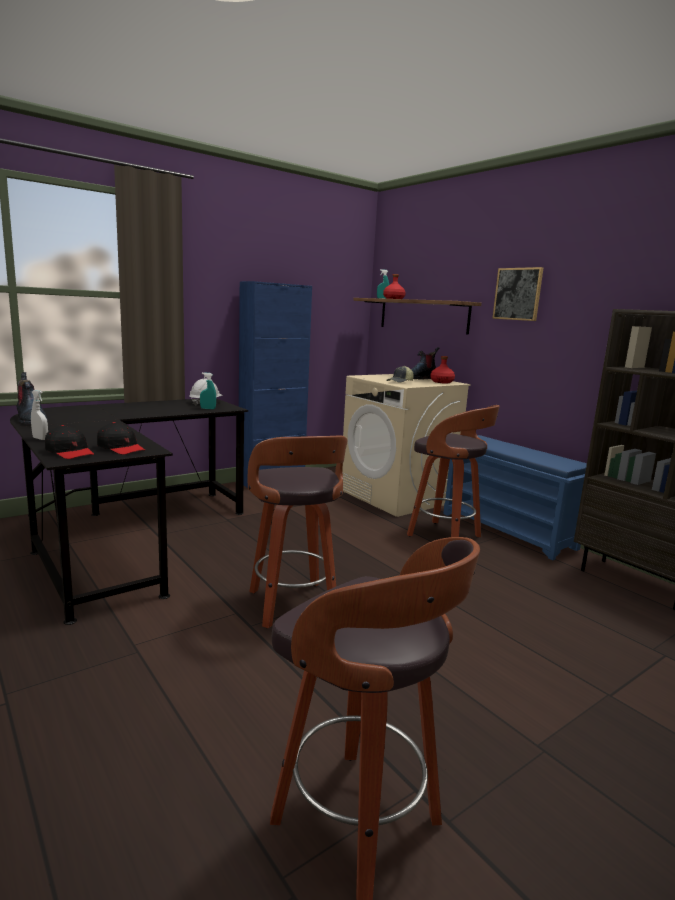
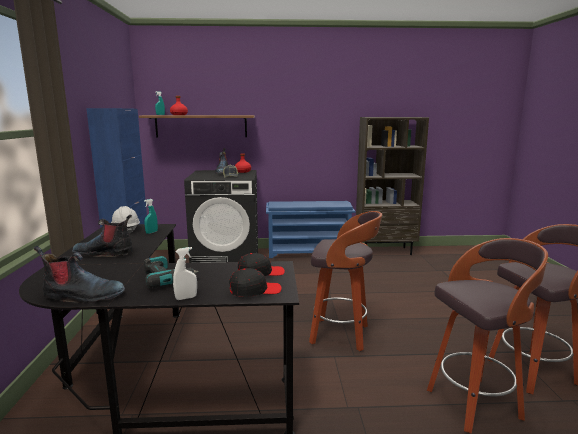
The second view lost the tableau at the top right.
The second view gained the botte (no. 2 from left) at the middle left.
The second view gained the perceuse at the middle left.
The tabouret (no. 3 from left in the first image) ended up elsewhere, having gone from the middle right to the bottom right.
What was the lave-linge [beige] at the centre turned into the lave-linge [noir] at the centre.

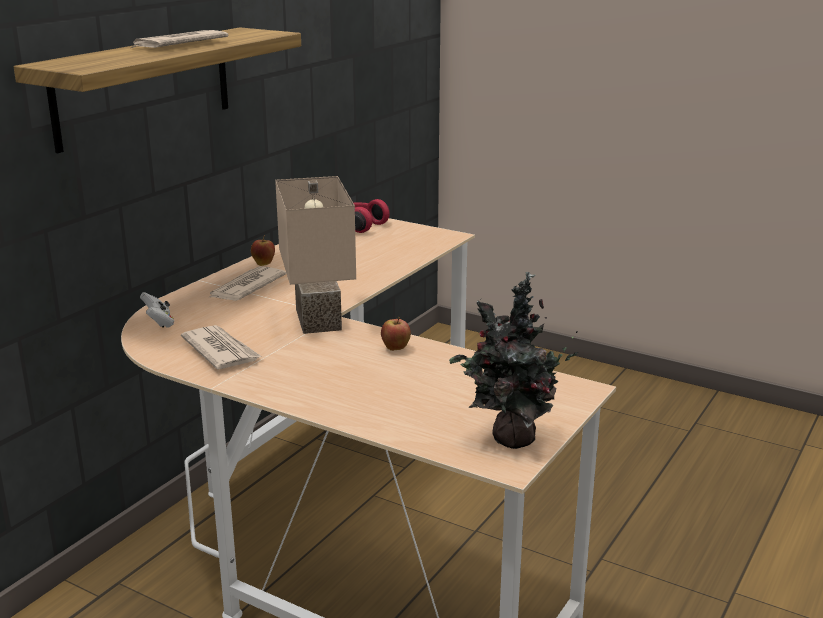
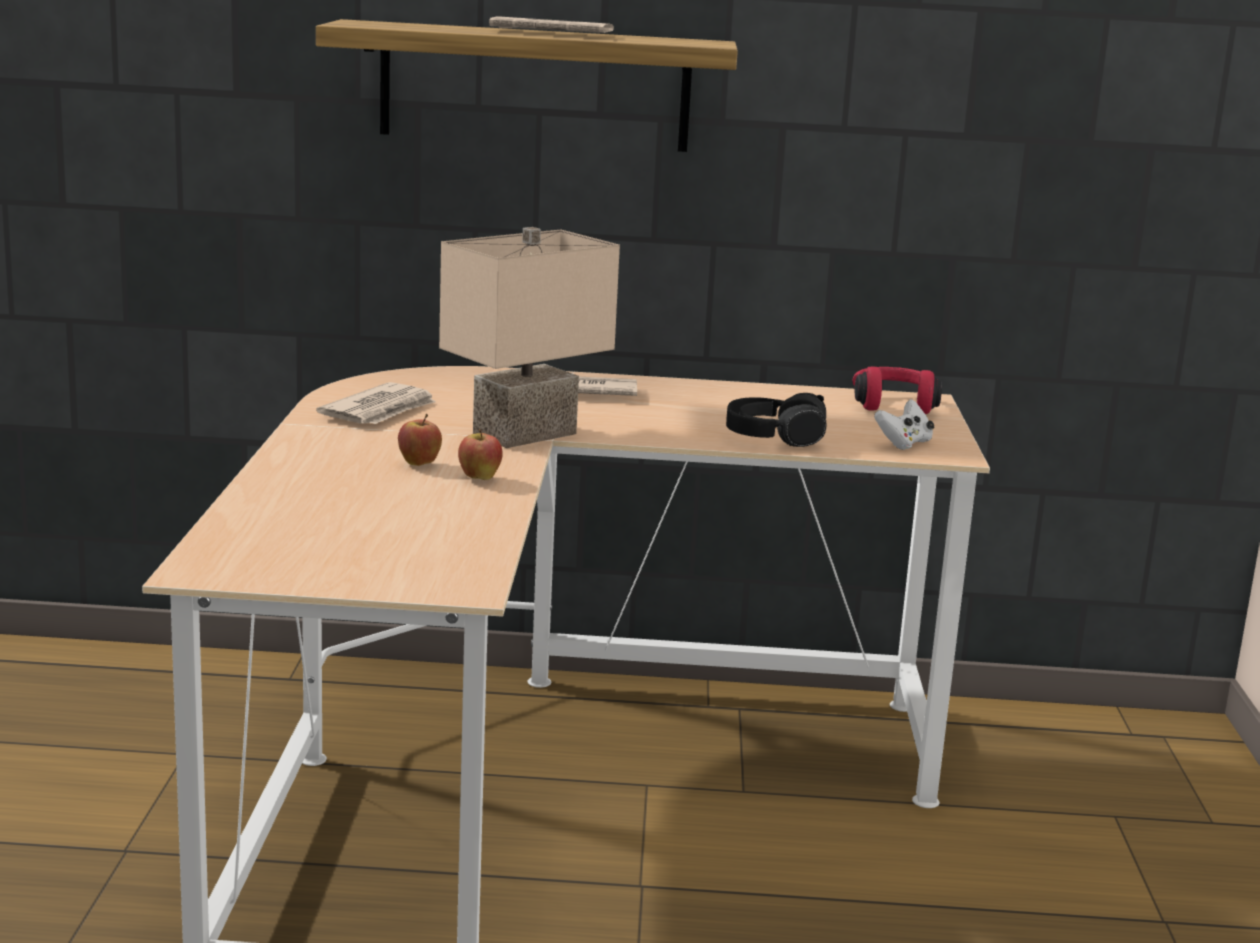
The second view lost the plante en pot at the centre.
The second view gained the casque audio [noir] at the centre.
The manette [blanc] ended up elsewhere, having gone from the middle left to the middle right.
The pomme (no. 1 from left) ended up elsewhere, having gone from the middle left to the centre.

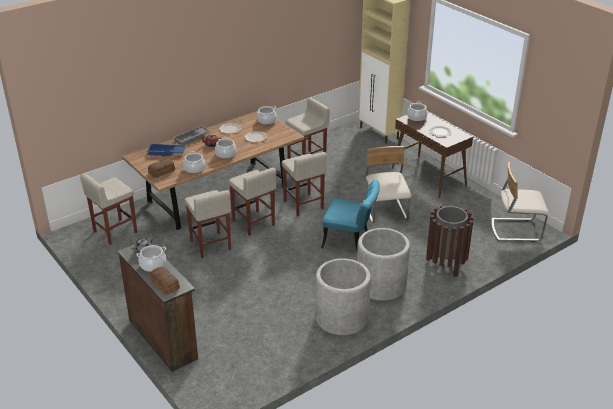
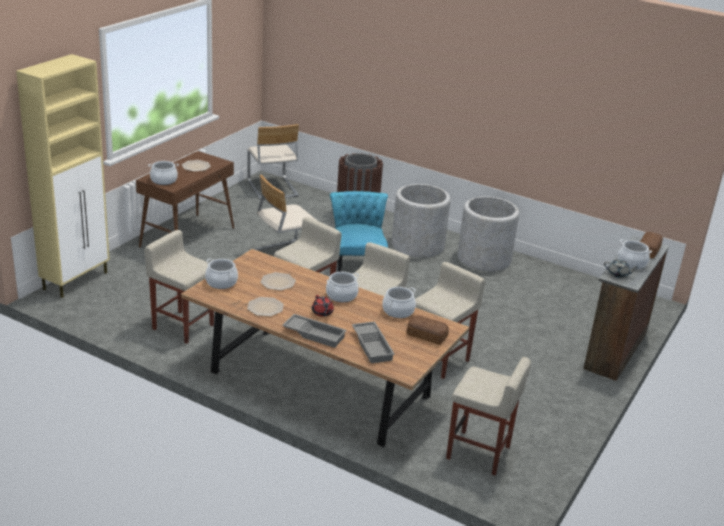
What was the plateau [bleu] at the middle left turned into the plateau [gris] (no. 2 from left) at the centre.

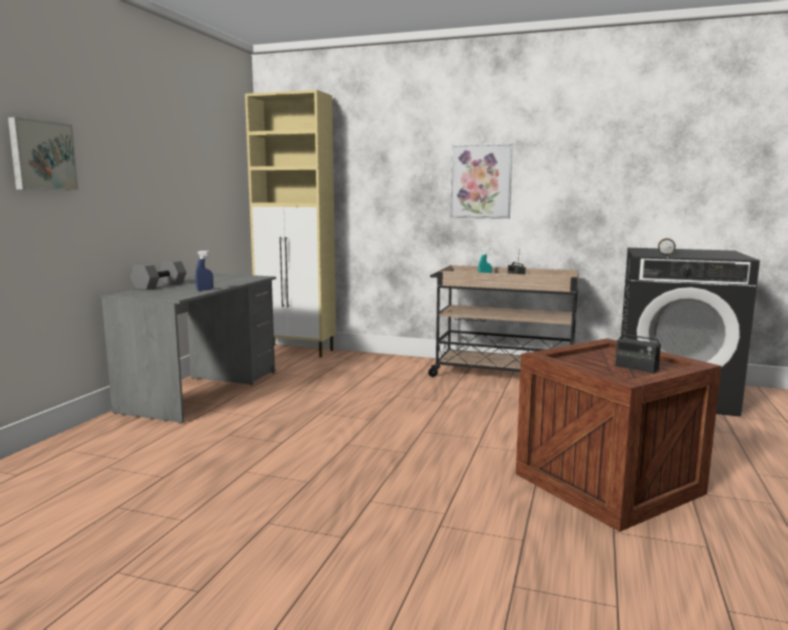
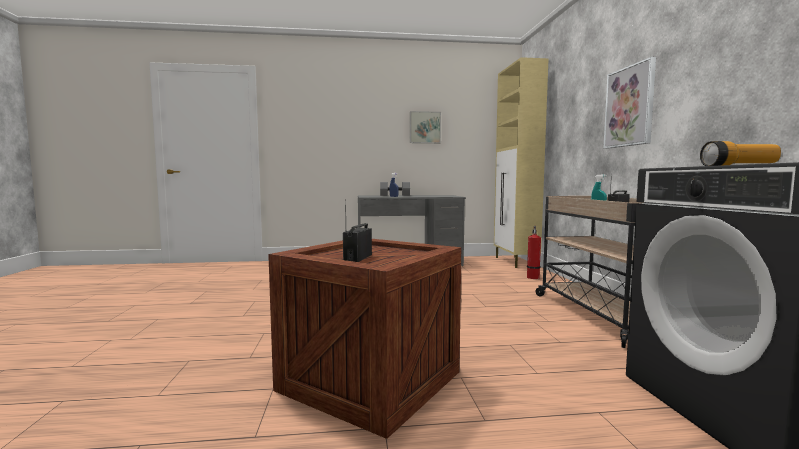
The second view gained the extincteur at the middle right.
The tableau (no. 1 from left) ended up elsewhere, having gone from the top left to the top centre.

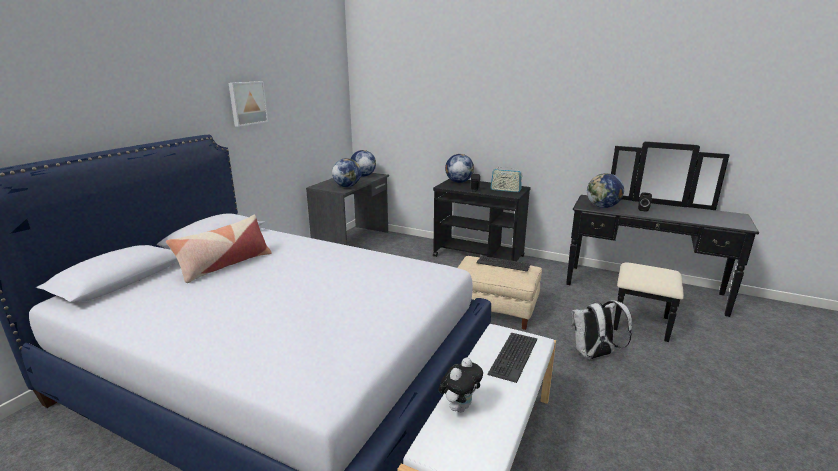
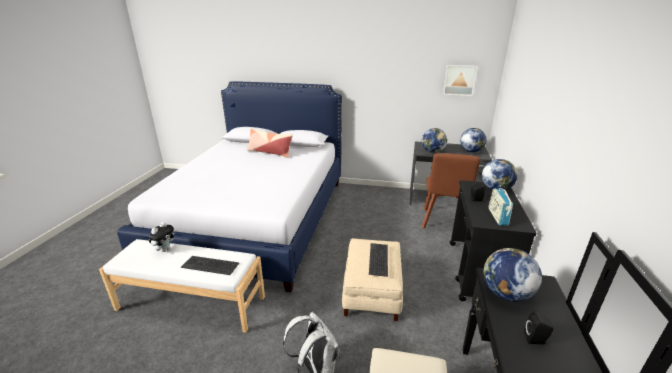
The second view gained the chaise [marron] at the middle right.
The tableau ended up elsewhere, having gone from the top left to the top right.
The peluche at the bottom centre ended up facing another way, 90 degrees counterclockwise from before.

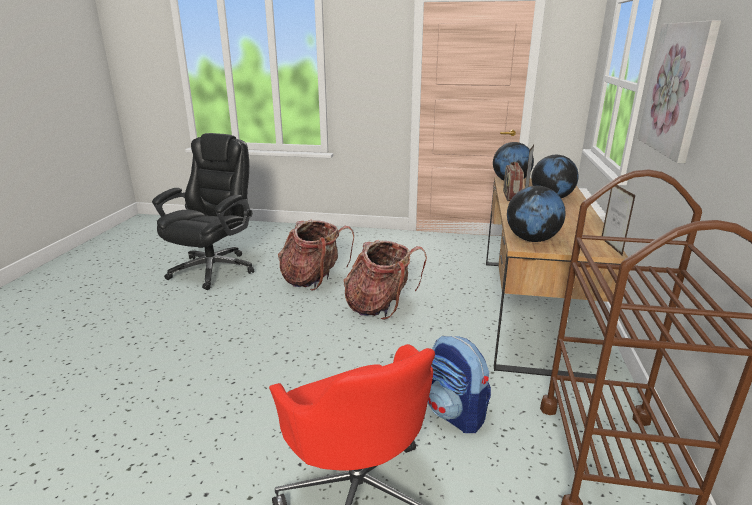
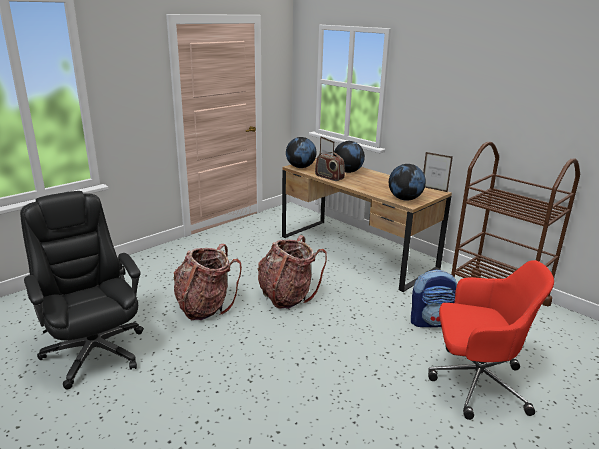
The second view lost the tableau at the top right.

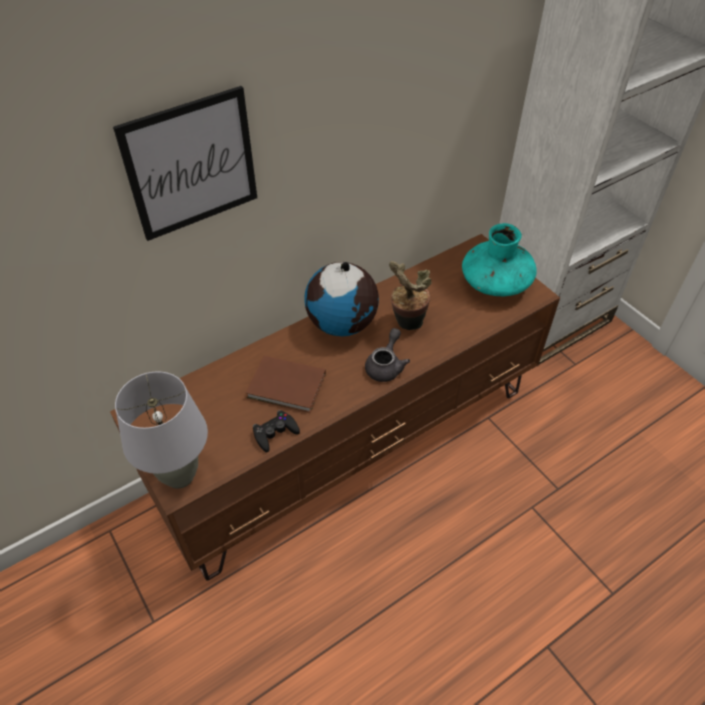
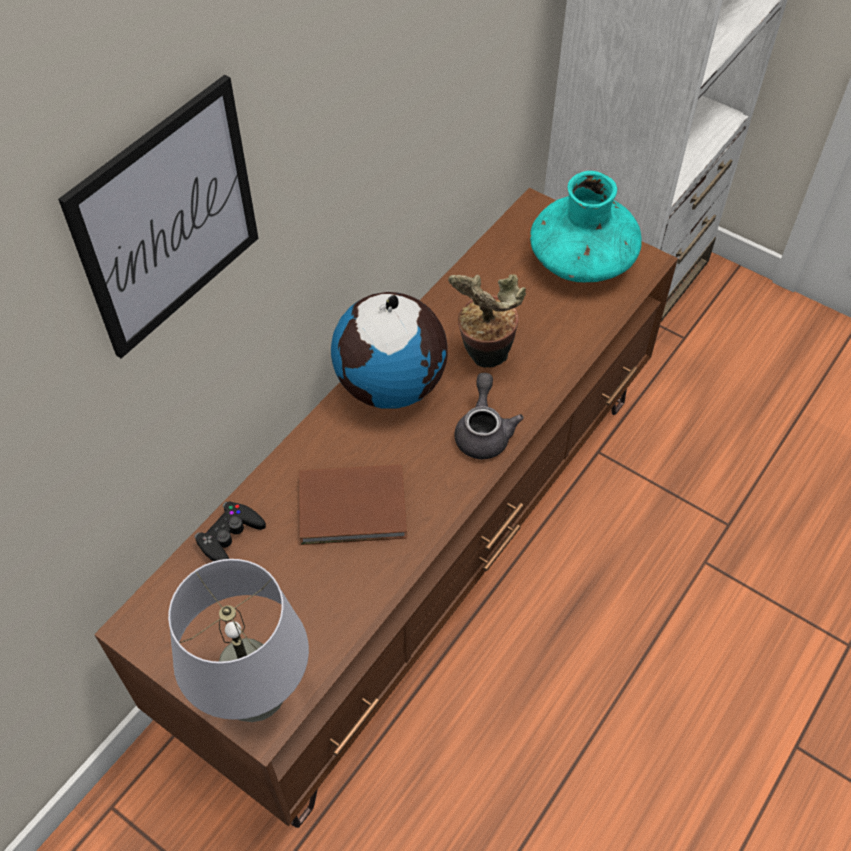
The manette [noir] ended up elsewhere, having gone from the centre to the middle left.

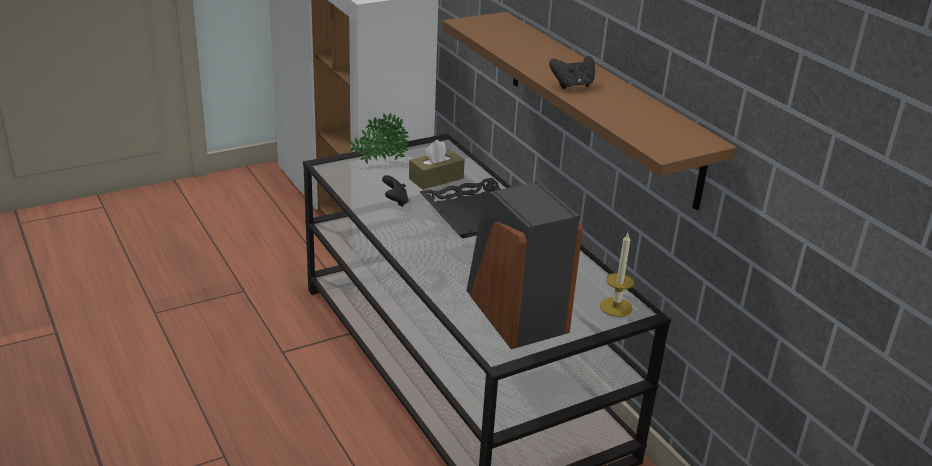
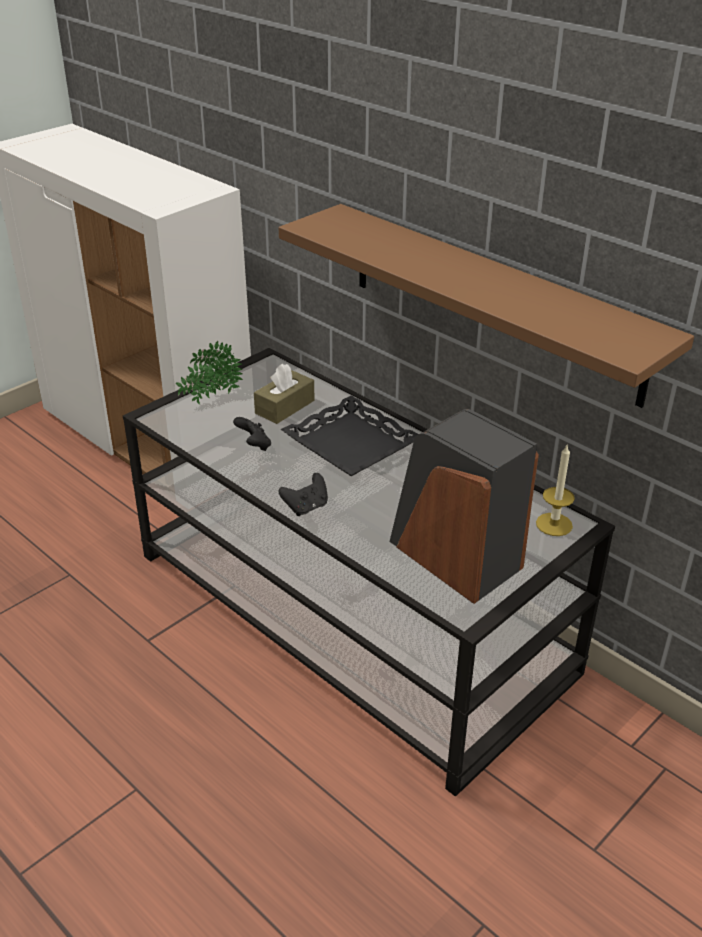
The manette [noir] (no. 2 from left) ended up elsewhere, having gone from the top centre to the centre.

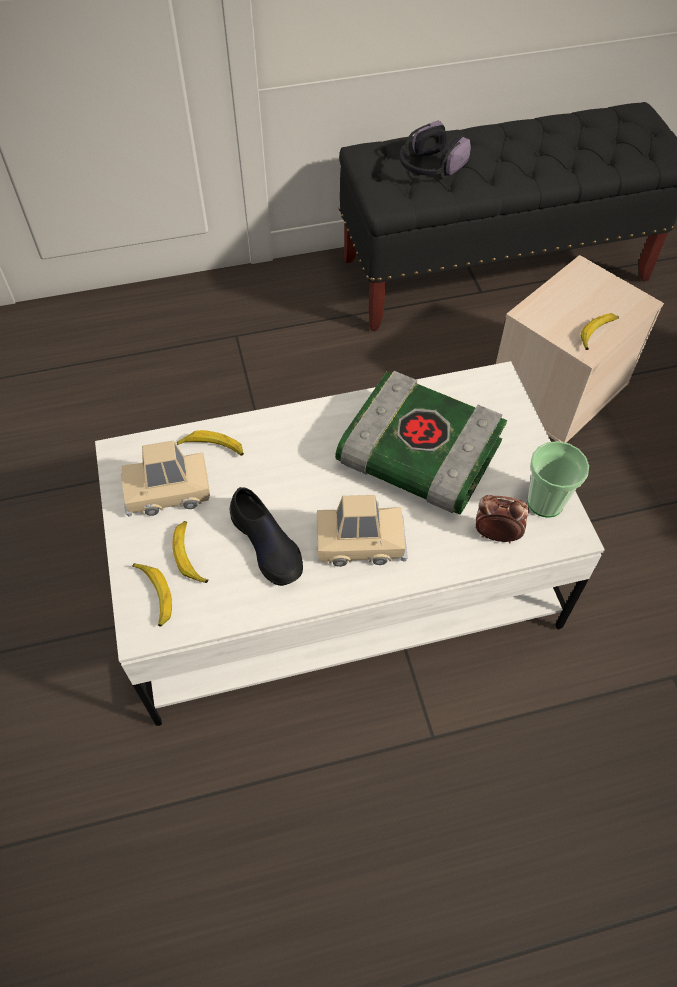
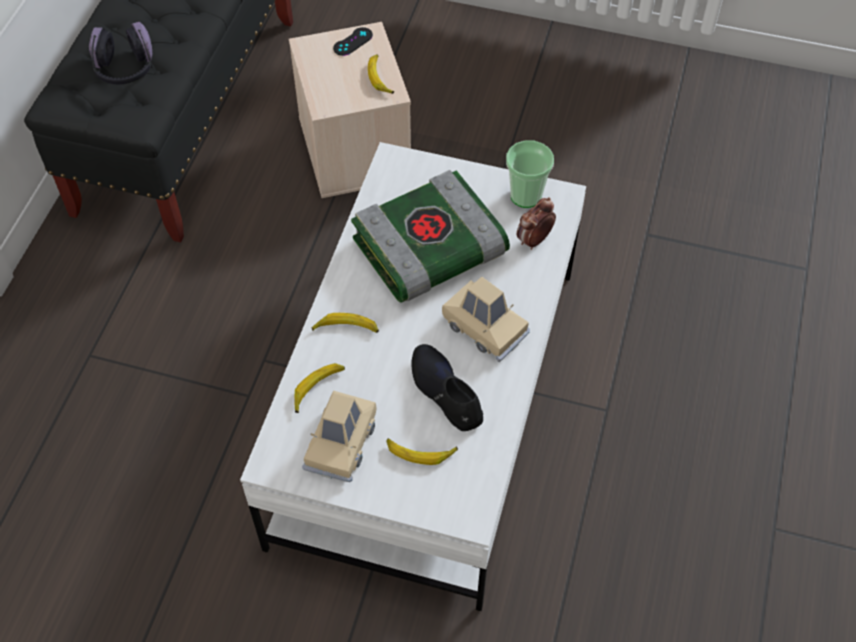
The second view gained the manette [noir] at the top centre.
The banane (no. 1 from left in the first image) ended up elsewhere, having gone from the middle left to the centre.
The chaussure [noir] at the centre ended up facing another way, 120 degrees counterclockwise from before.
The petite voiture [beige] (no. 2 from left) at the centre ended up facing another way, 105 degrees clockwise from before.

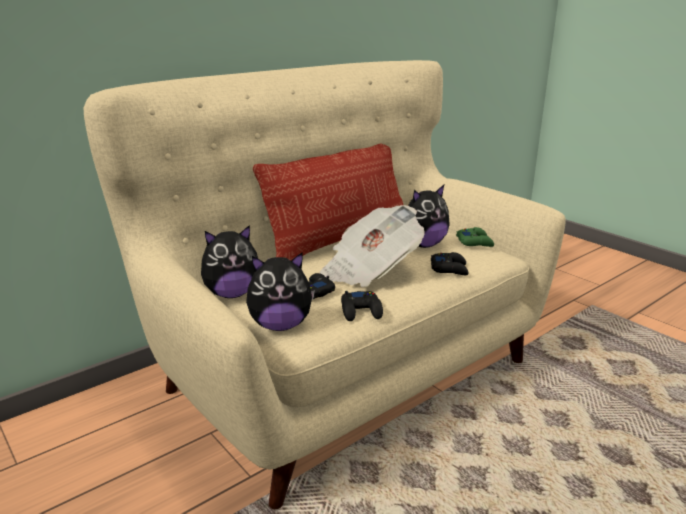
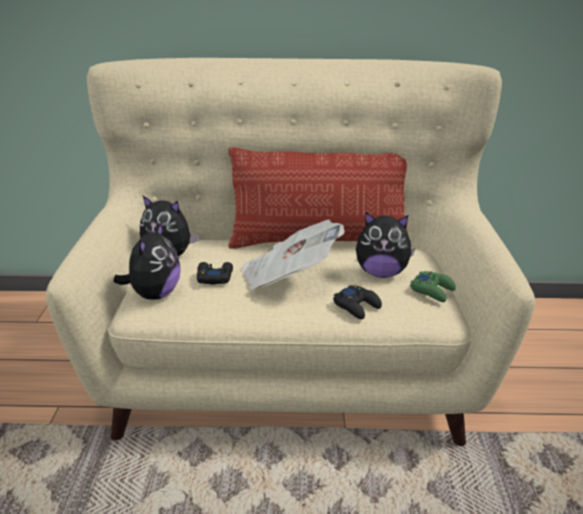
The second view lost the manette [noir] (no. 2 from left) at the centre.
The peluche (no. 2 from left in the first image) at the centre ended up facing another way, 105 degrees counterclockwise from before.

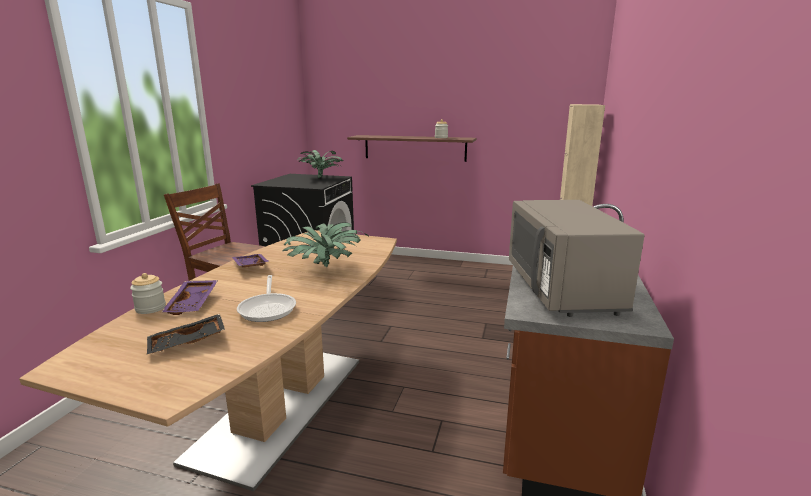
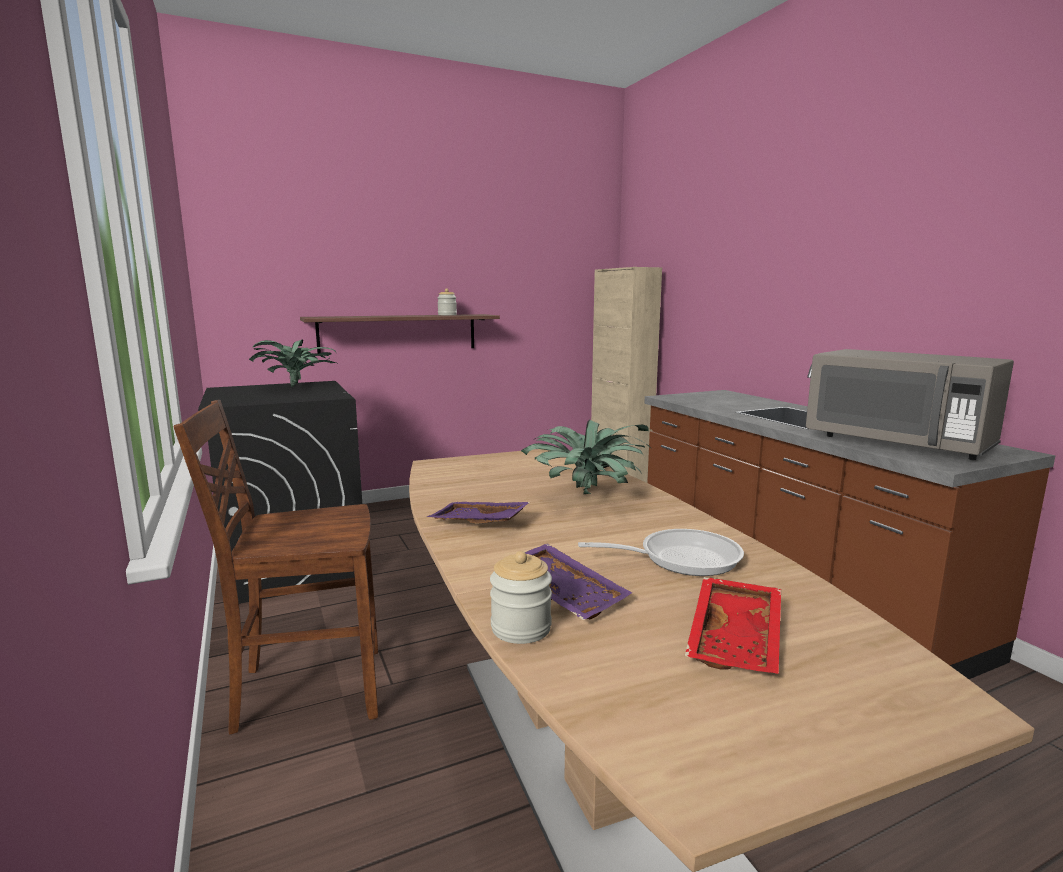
What was the plateau [noir] at the bottom left turned into the plateau [rouge] at the bottom right.
The poêle at the middle left ended up facing another way, 45 degrees counterclockwise from before.

